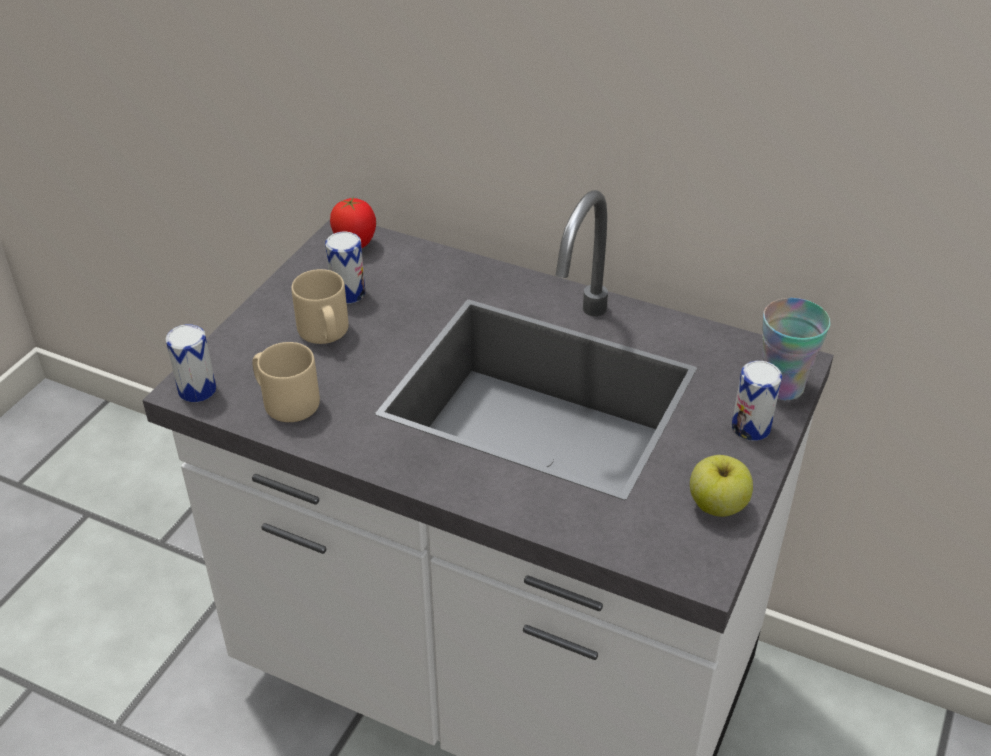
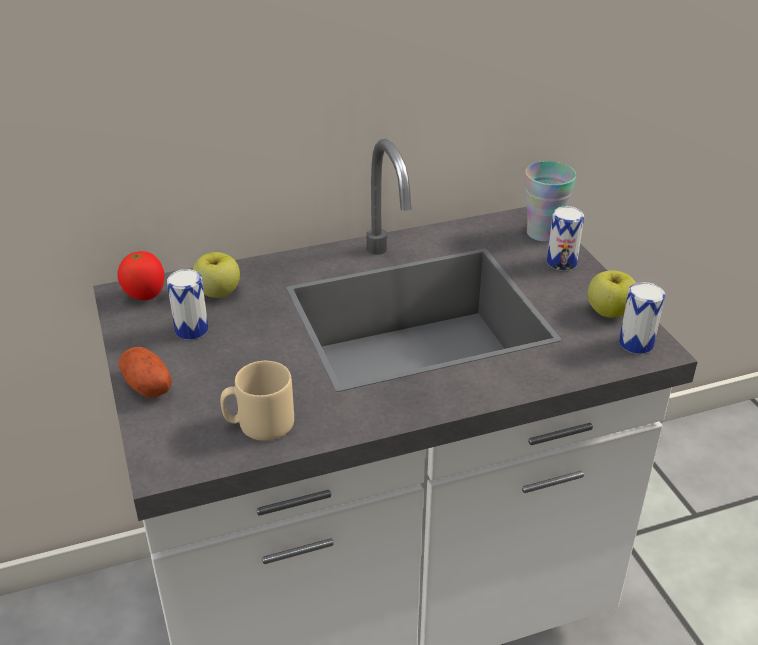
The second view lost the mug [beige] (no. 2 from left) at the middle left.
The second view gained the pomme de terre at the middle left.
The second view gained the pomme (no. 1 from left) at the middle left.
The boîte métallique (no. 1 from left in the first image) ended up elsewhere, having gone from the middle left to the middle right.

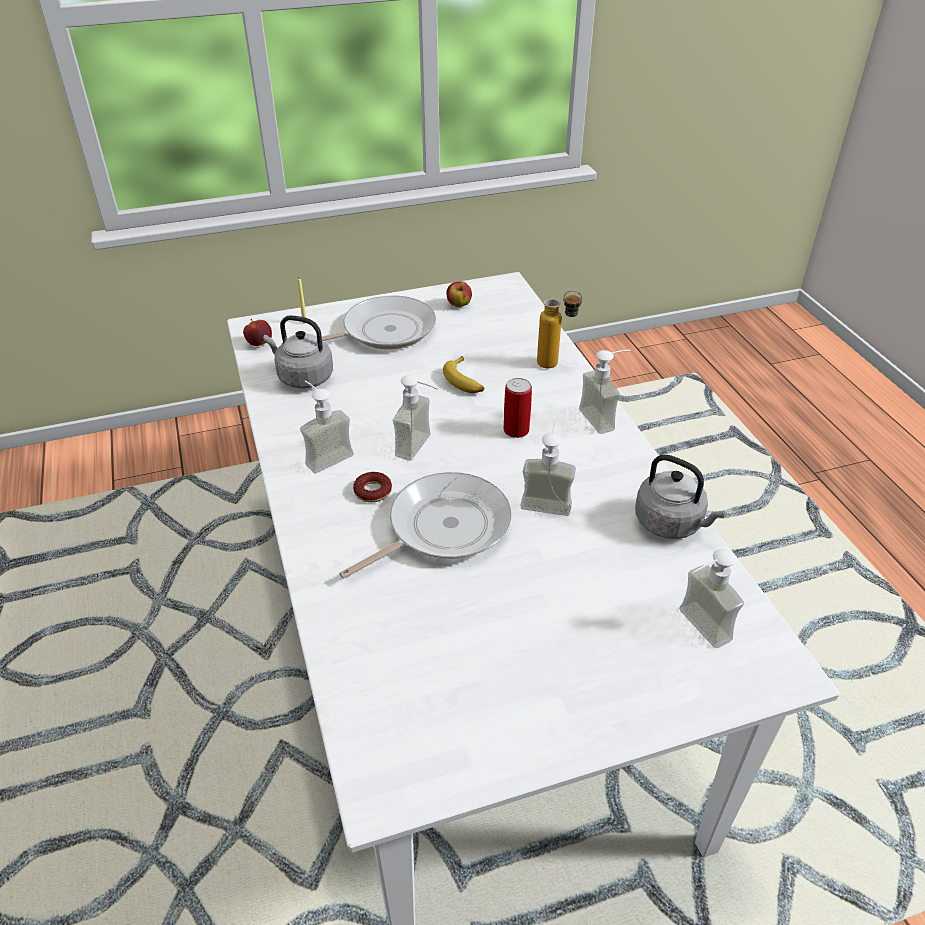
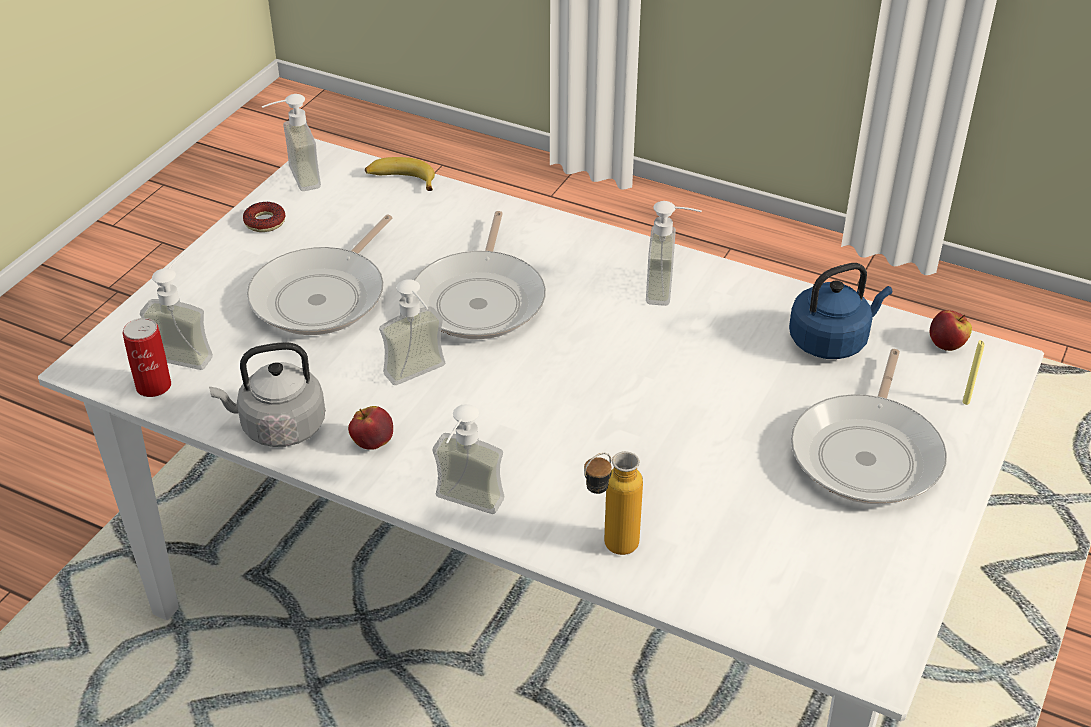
The second view gained the poêle (no. 1 from left) at the middle left.
The beignet ended up elsewhere, having gone from the centre to the top left.
The distributeur de savon (no. 2 from left) ended up elsewhere, having gone from the centre to the top left.
The banane ended up elsewhere, having gone from the centre to the top centre.
The pomme (no. 2 from left in the first image) ended up elsewhere, having gone from the top centre to the centre.
The boîte métallique ended up elsewhere, having gone from the centre to the middle left.
What was the bouilloire [gris] (no. 1 from left) at the middle left turned into the bouilloire [bleu] at the middle right.

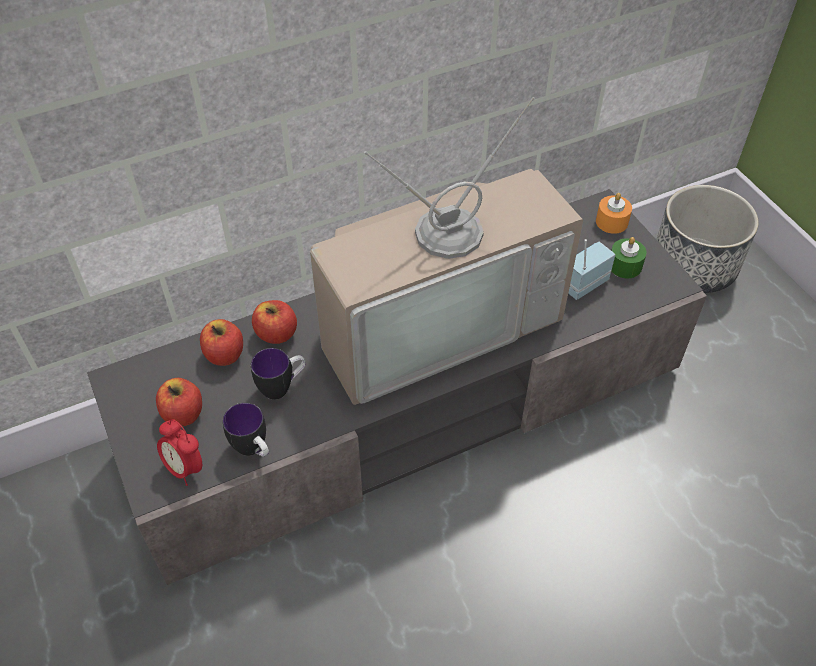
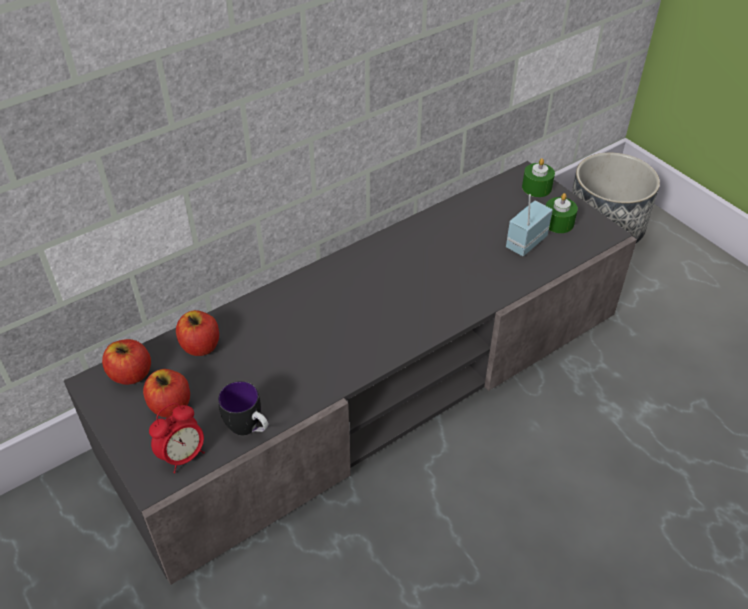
The second view lost the mug (no. 2 from left) at the centre.
The second view lost the téléviseur at the centre.
The pomme (no. 3 from left in the first image) ended up elsewhere, having gone from the centre to the middle left.
What was the bougie [orange] at the top right turned into the bougie [vert] (no. 1 from left) at the top right.
The réveil at the bottom left ended up facing another way, 75 degrees counterclockwise from before.

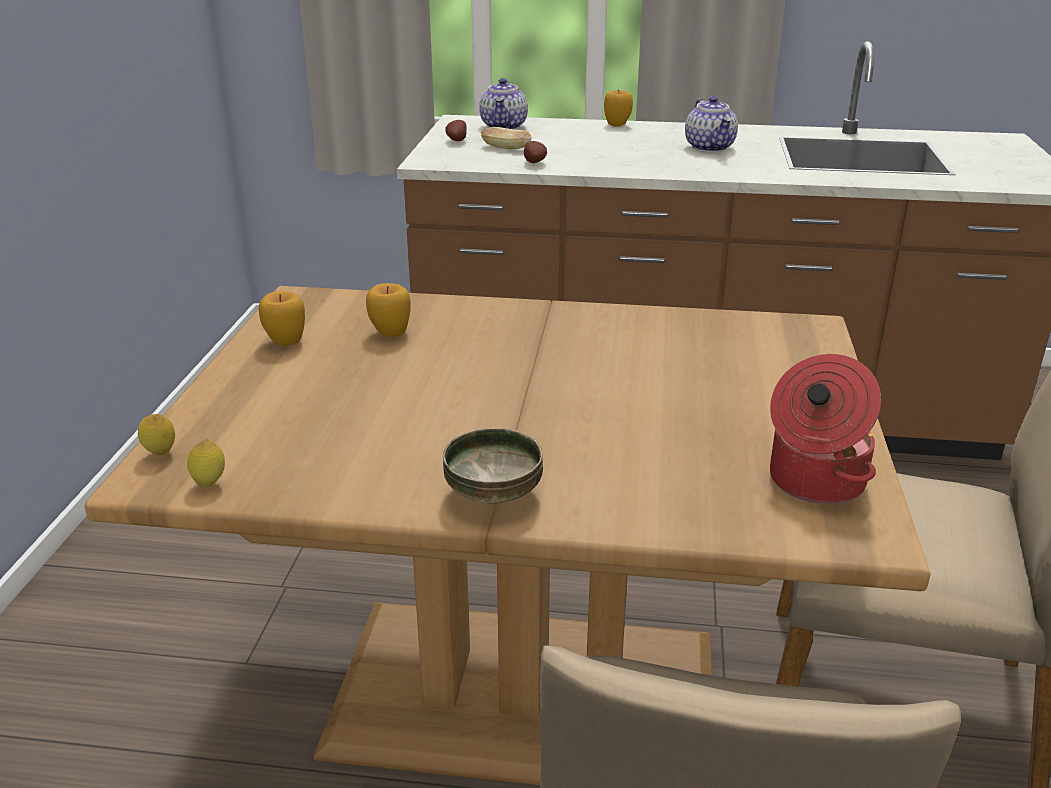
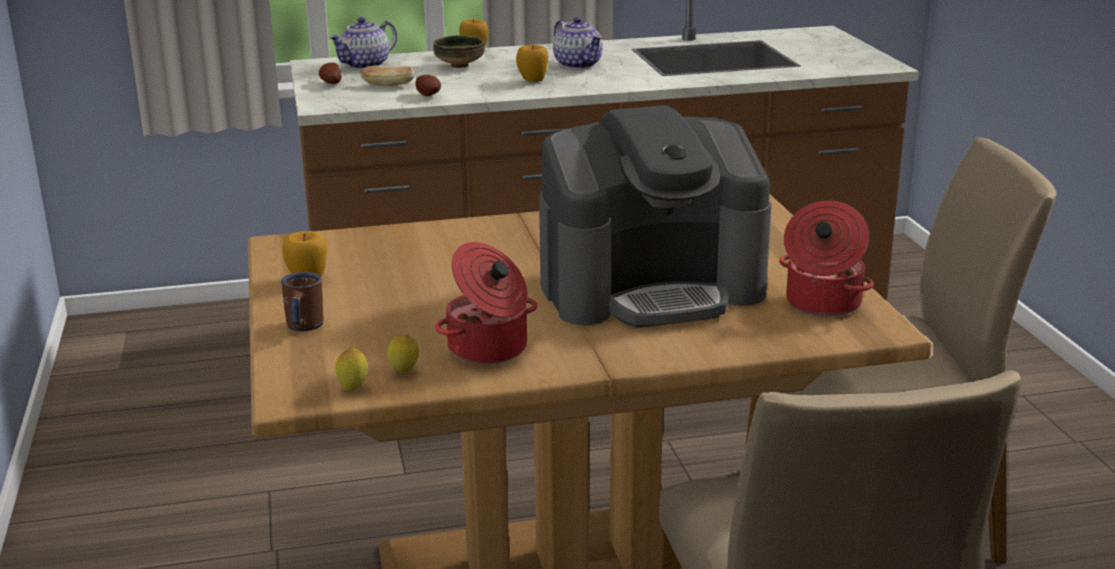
The second view gained the mug [marron] at the middle left.
The second view gained the marmite (no. 1 from left) at the centre.
The second view gained the machine à café at the centre.
The citron (no. 1 from left in the first image) ended up elsewhere, having gone from the middle left to the centre.
The pomme (no. 2 from left in the first image) ended up elsewhere, having gone from the centre to the top centre.
The bol ended up elsewhere, having gone from the centre to the top centre.
The théière (no. 1 from left) at the top centre ended up facing another way, 60 degrees clockwise from before.

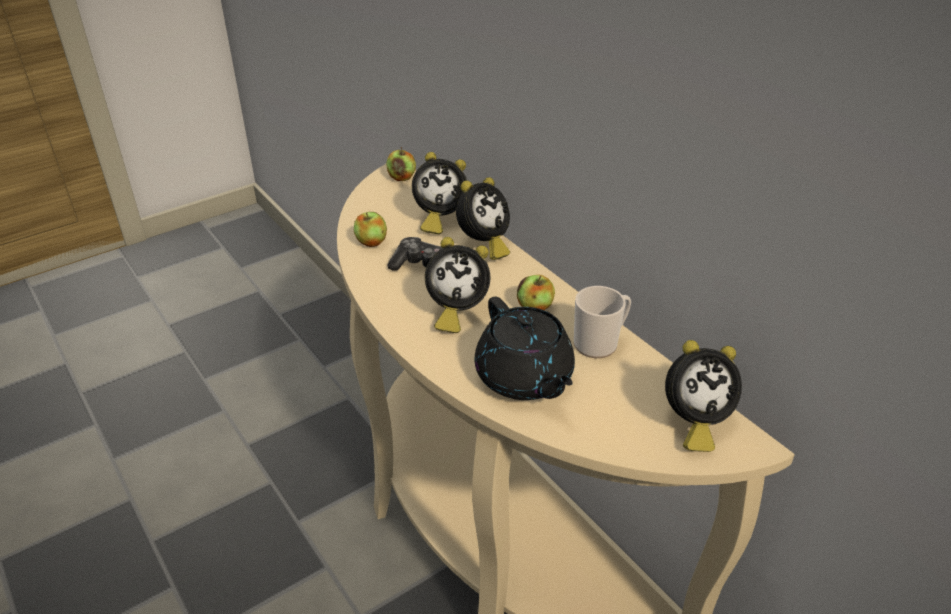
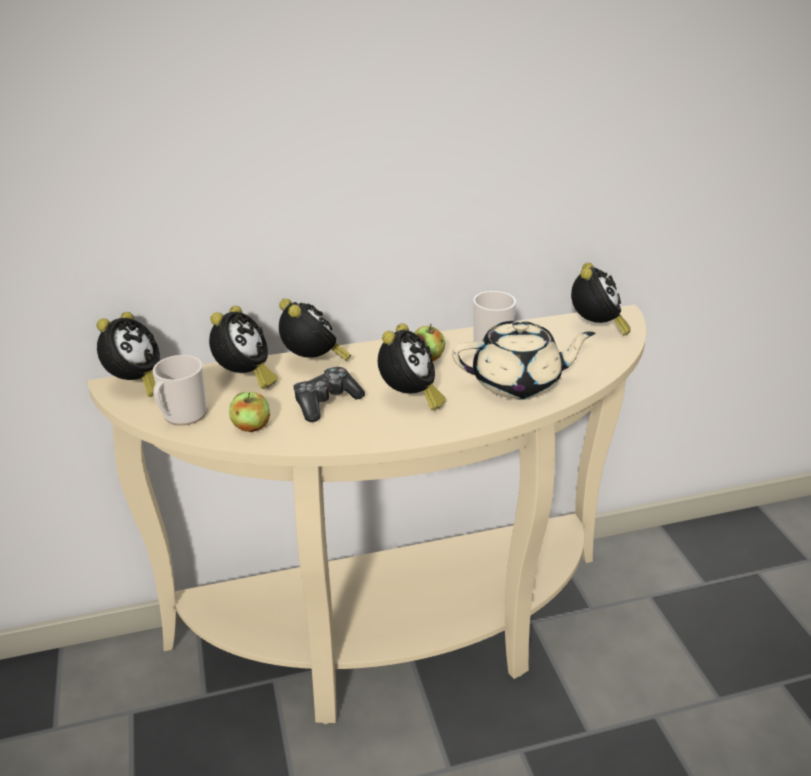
The second view gained the mug (no. 1 from left) at the middle left.
Where the pomme (no. 2 from left) stood at the top centre, the réveil (no. 1 from left) came to stand at the middle left.
What was the théière [noir] at the centre turned into the théière [beige] at the centre.

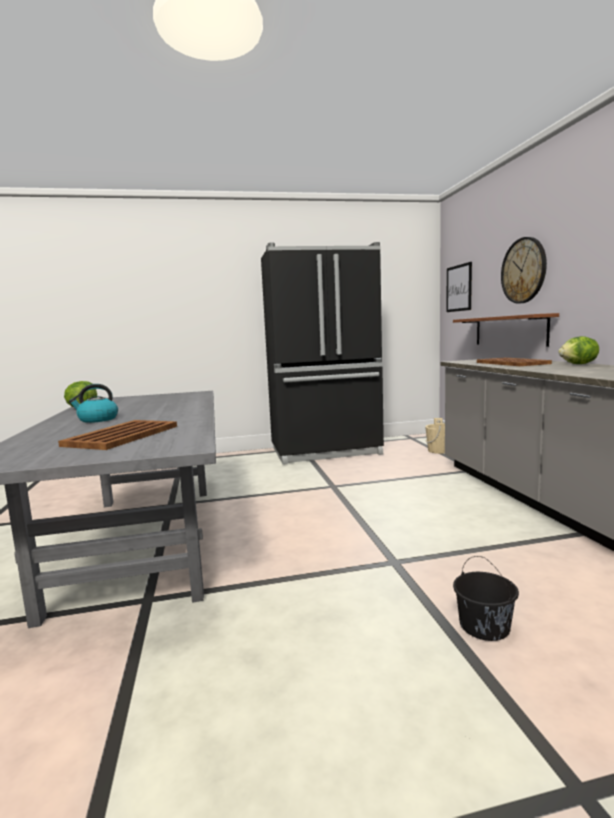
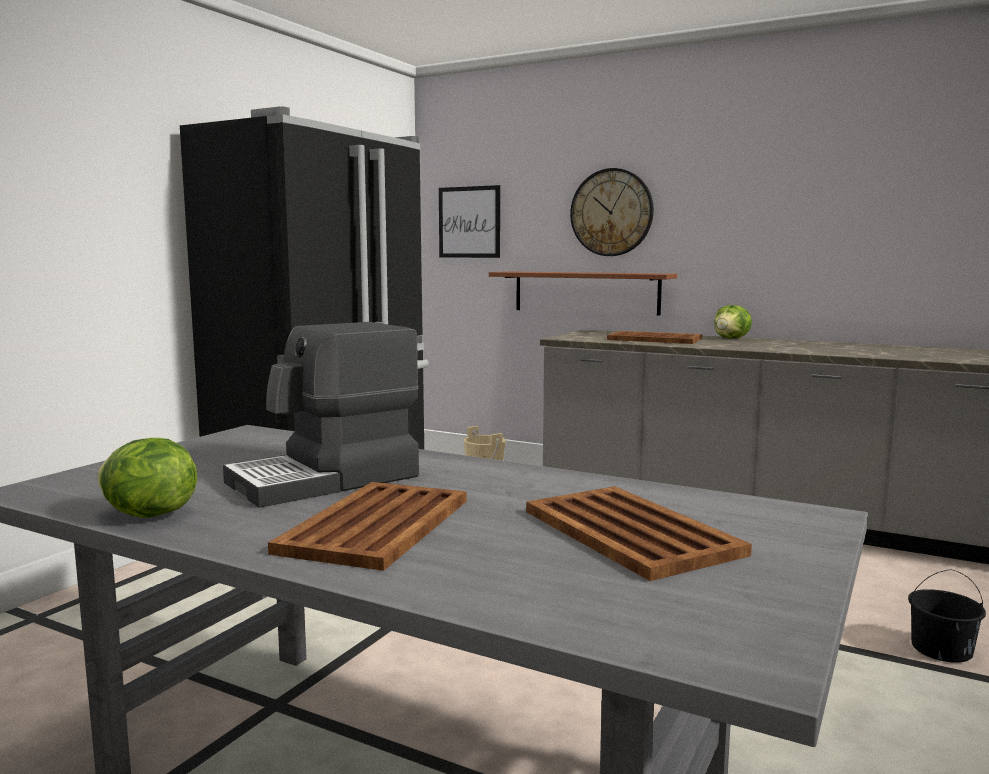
The second view gained the machine à café at the middle left.
Where the bouilloire stood at the middle left, the plateau [marron] (no. 1 from left) came to stand at the bottom centre.

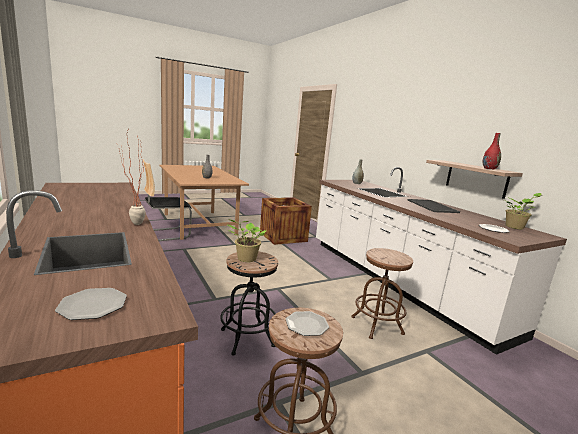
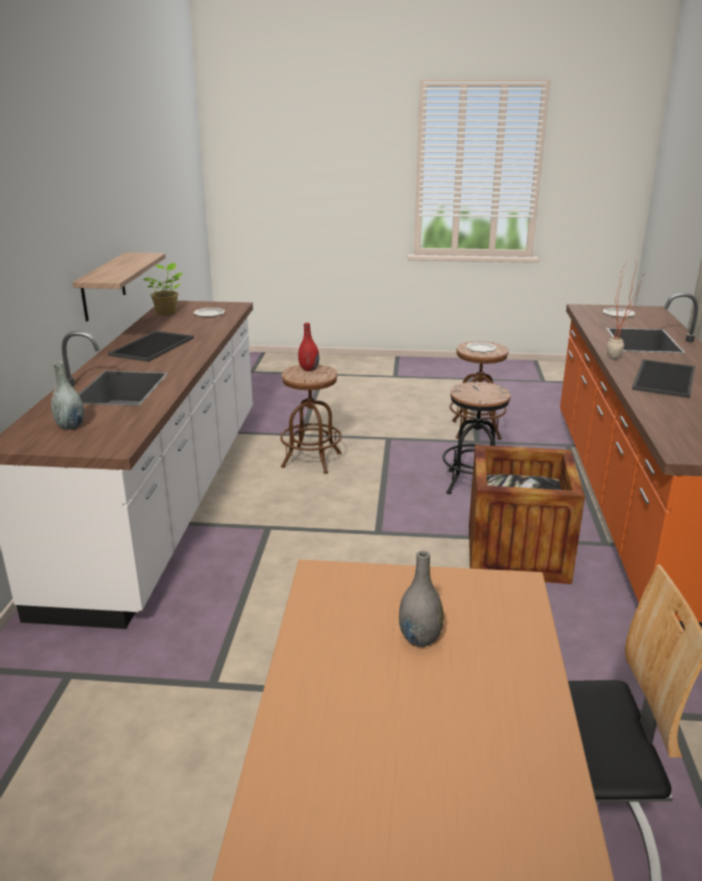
The second view lost the plante en pot (no. 2 from left) at the centre.
The second view gained the plateau (no. 2 from left) at the middle right.
The caisse ended up elsewhere, having gone from the centre to the middle right.
The vase [rouge] ended up elsewhere, having gone from the middle right to the centre.

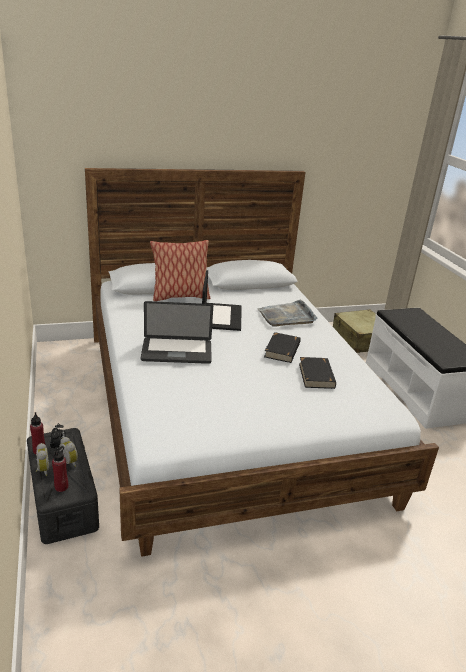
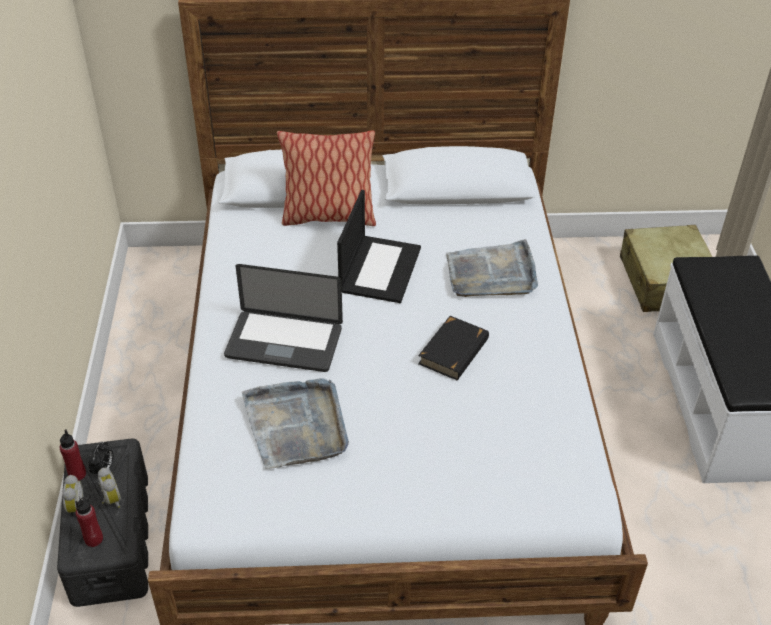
The second view lost the livre [noir] (no. 2 from left) at the middle right.
The second view gained the plateau [gris] (no. 1 from left) at the bottom centre.

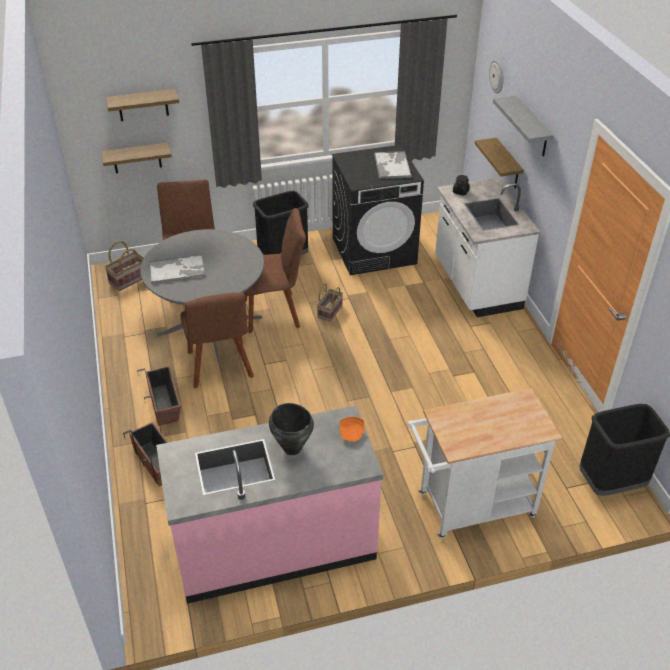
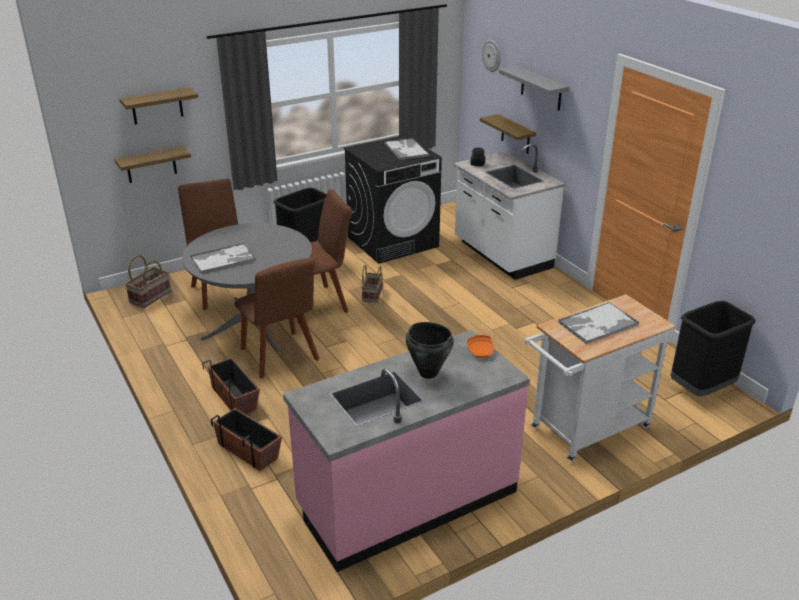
The second view gained the plateau (no. 3 from left) at the middle right.

